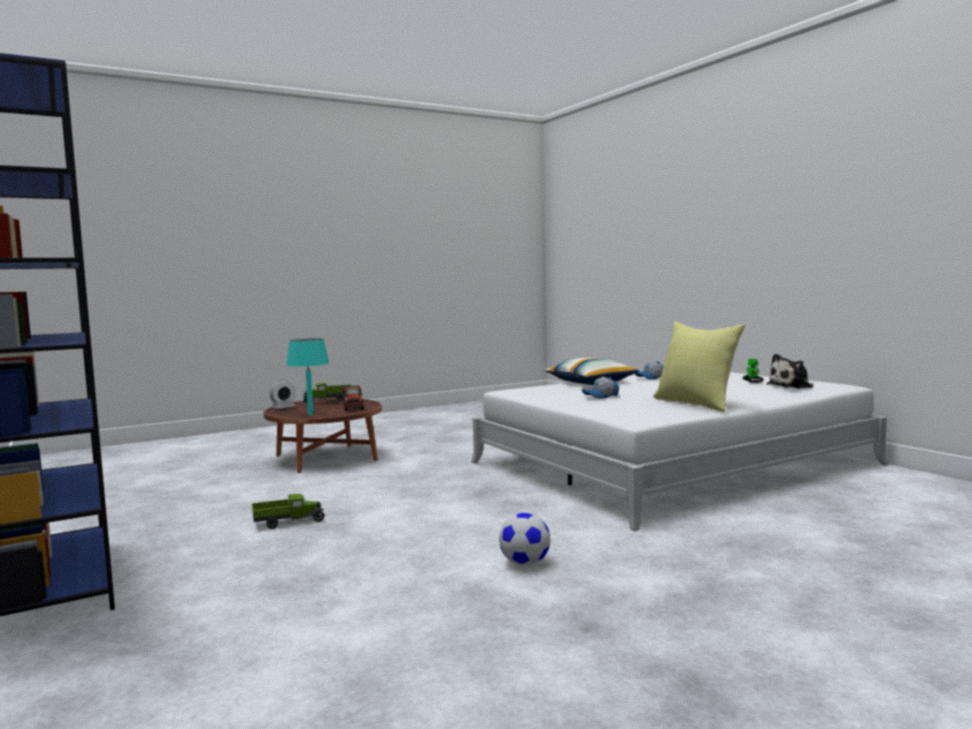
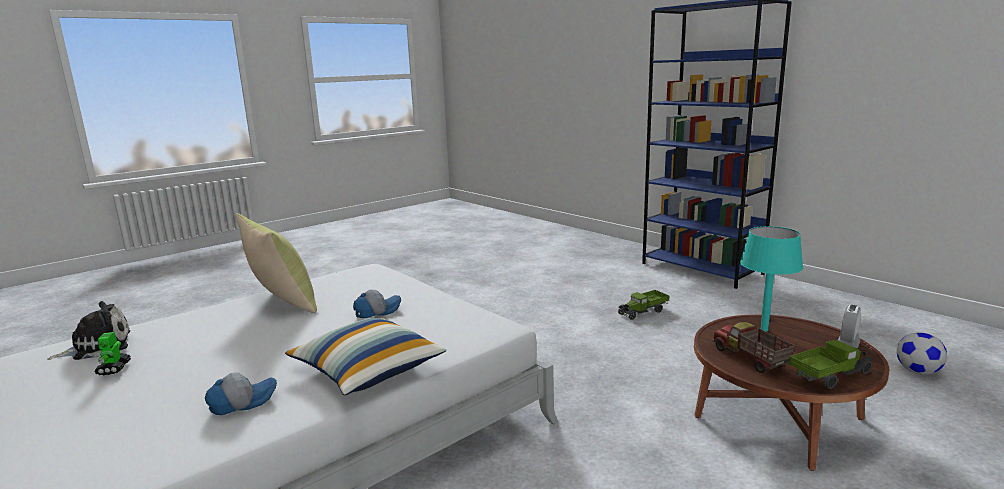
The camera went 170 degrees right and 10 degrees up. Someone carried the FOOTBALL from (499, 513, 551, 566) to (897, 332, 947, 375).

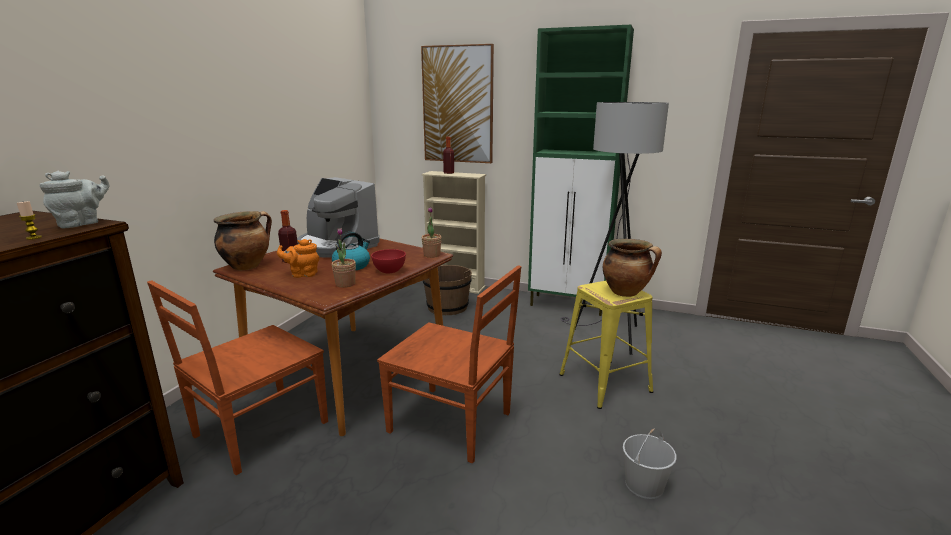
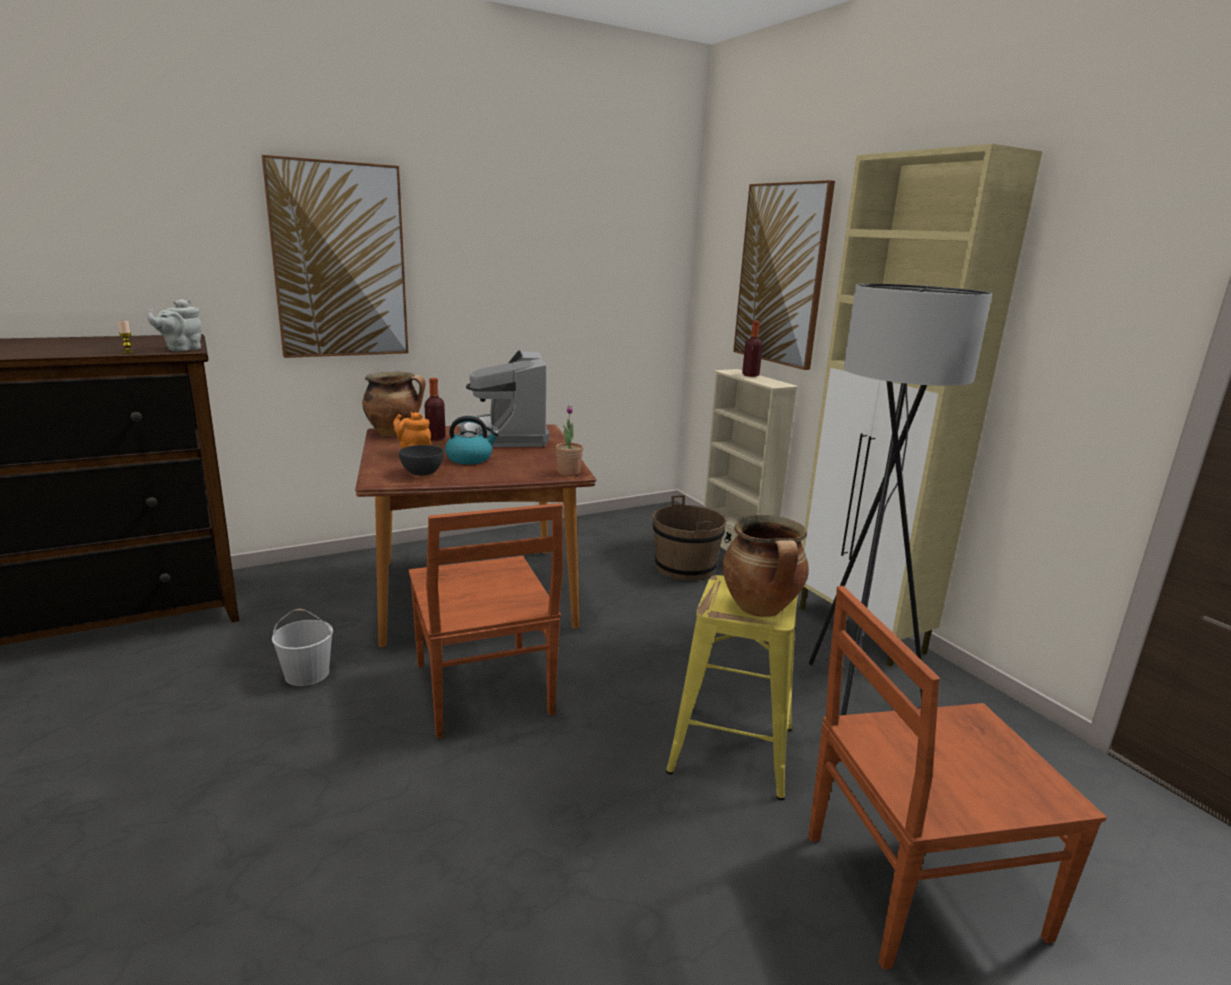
The camera went 40 degrees right and 0 degrees up. Someone rotated the GREY TEAPOT at (39, 171, 109, 228) by 135 degrees clockwise. Someone carried the BROWN CHAIR from (147, 280, 328, 475) to (808, 586, 1107, 970). Someone swapped the POTTED PLANT at (332, 228, 356, 288) for the GREY BOWL at (399, 445, 444, 476). Someone took away the RED BOWL at (371, 249, 406, 273). Someone repainted the GREEN CABINET at (528, 25, 634, 316), which became the BEIGE CABINET at (799, 144, 1042, 667). Someone carried the WHITE BUCKET from (623, 428, 677, 499) to (272, 609, 333, 686). Someone put up the PICTURE at (262, 155, 408, 358).

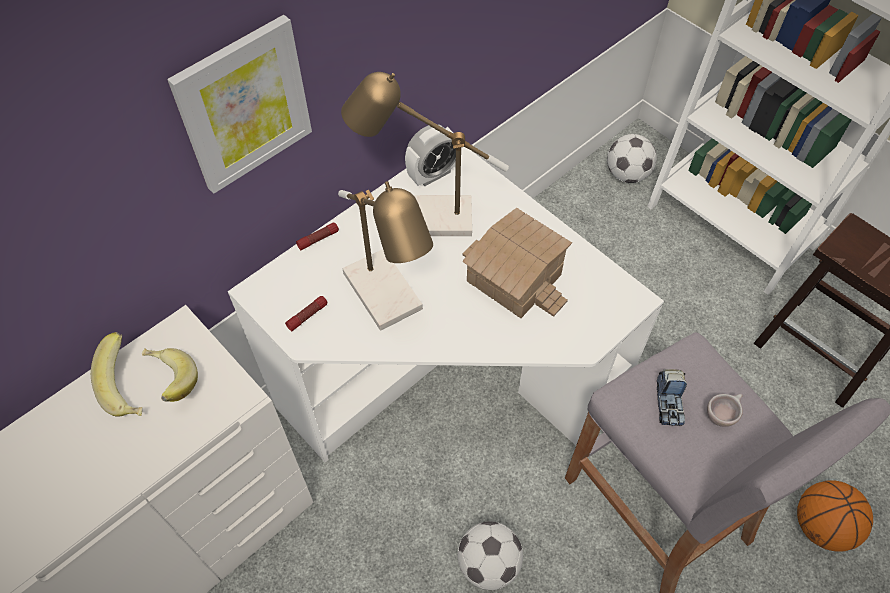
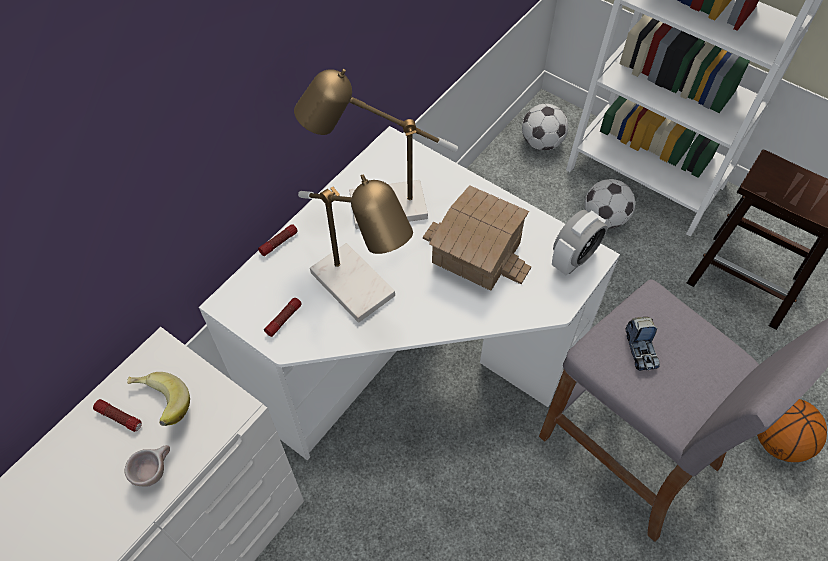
The camera went 10 degrees left and 0 degrees up. Someone swapped the BANANA at (91, 332, 142, 417) for the FLASHLIGHT at (93, 399, 142, 432). Someone took away the PICTURE at (167, 15, 312, 194). Someone carried the ALARM CLOCK from (405, 124, 456, 186) to (552, 210, 607, 275). Someone carried the FOOTBALL from (458, 521, 523, 590) to (585, 179, 635, 229). Someone carried the BEIGE CUP from (707, 394, 743, 427) to (124, 445, 170, 486).

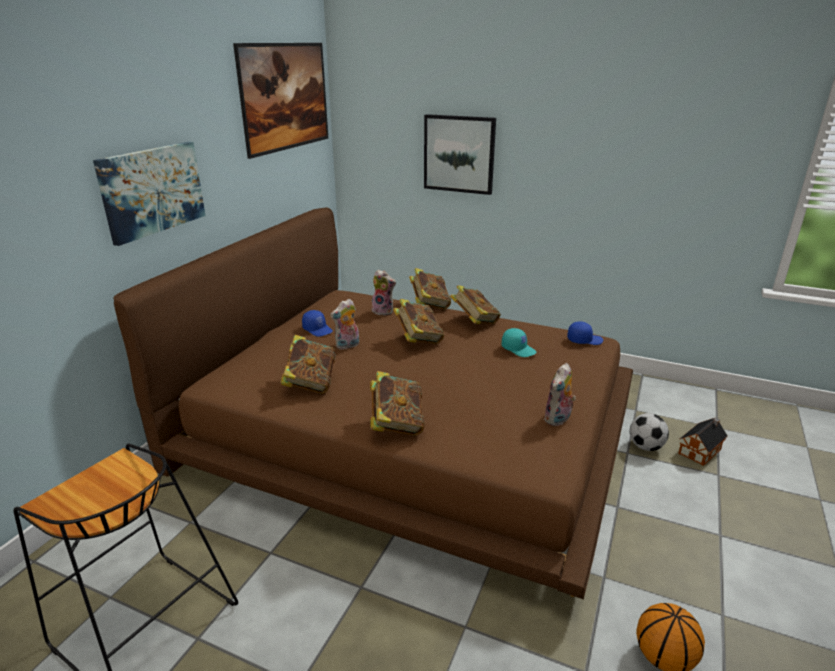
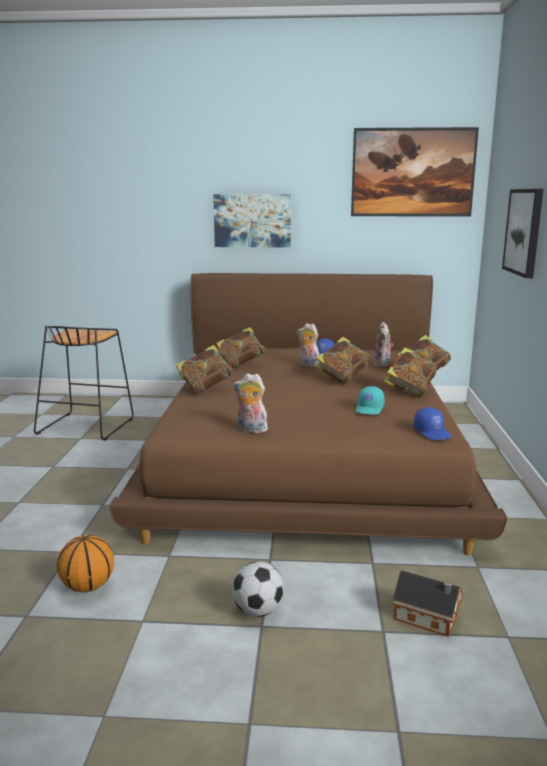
The camera went 70 degrees right and 10 degrees down. Someone carried the FOOTBALL from (630, 413, 669, 451) to (232, 561, 284, 617).

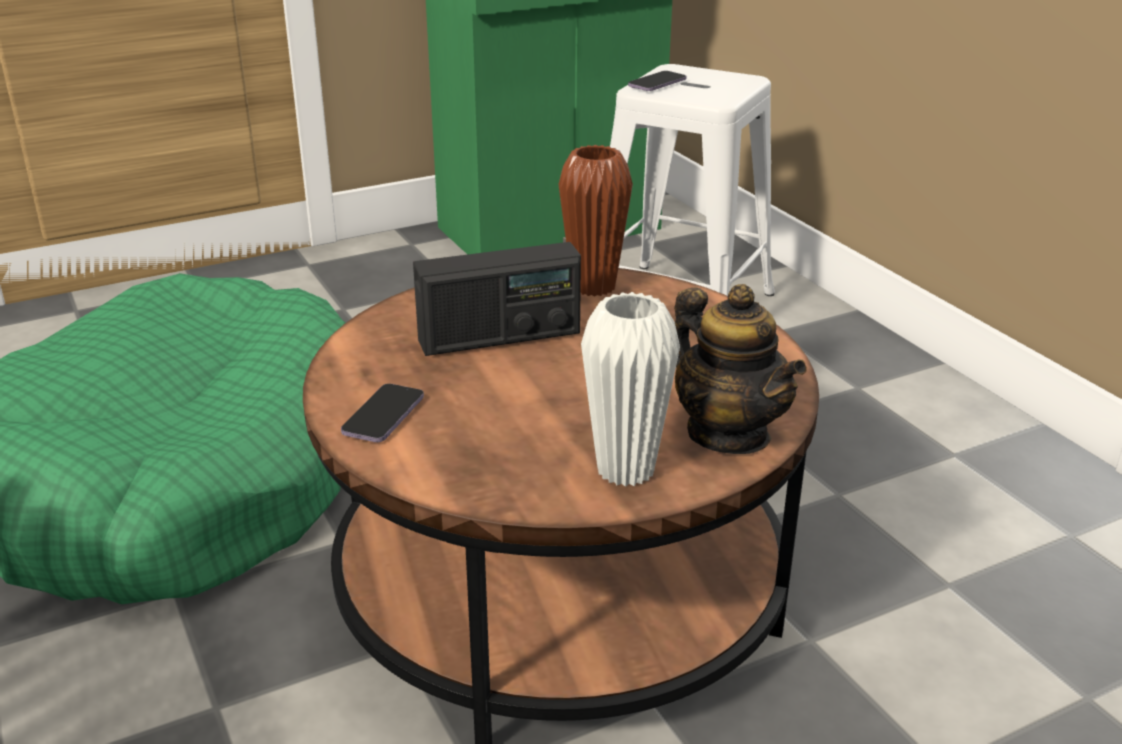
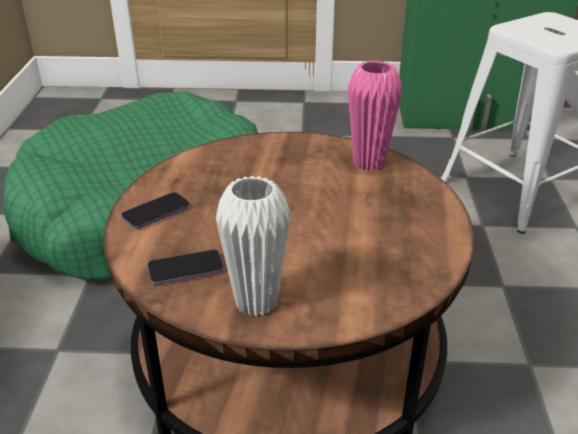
The camera went 30 degrees right and 5 degrees up. Someone took away the RADIO at (413, 242, 581, 356). Someone repainted the BROWN VASE at (558, 145, 633, 297), which became the PINK VASE at (348, 61, 402, 171). Someone carried the PHONE from (628, 71, 686, 91) to (148, 250, 224, 285). Someone took away the TEAPOT at (674, 284, 807, 454).

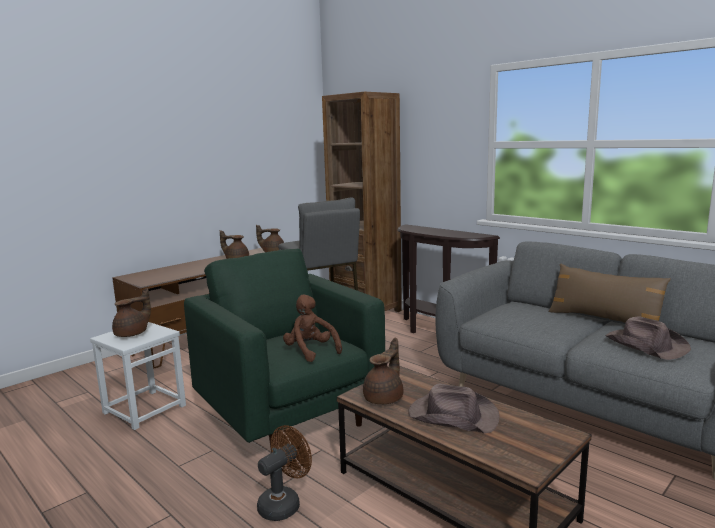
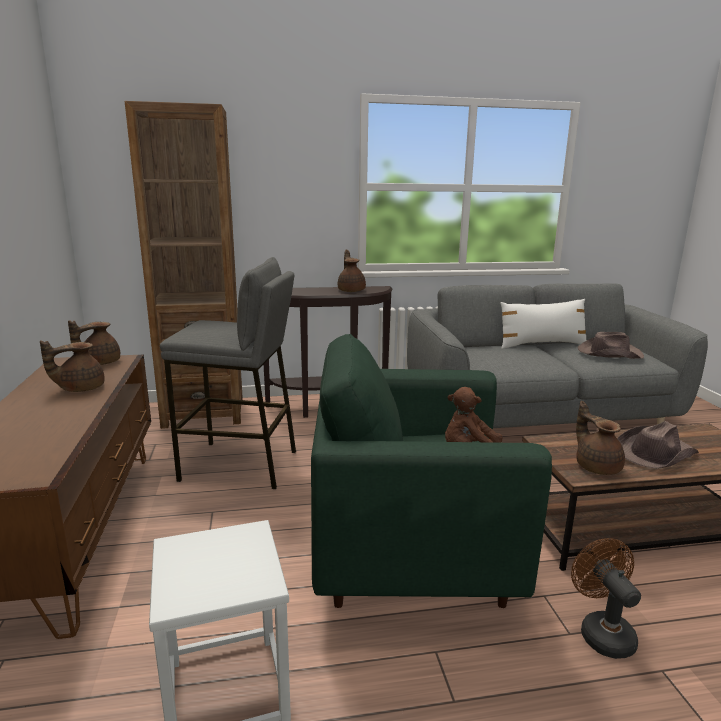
The camera went 55 degrees left and 5 degrees up. Someone carried the BROWN TEAPOT from (112, 288, 151, 337) to (338, 250, 366, 292). Someone repainted the BROWN PILLOW at (549, 264, 671, 323), which became the WHITE PILLOW at (500, 299, 587, 349).

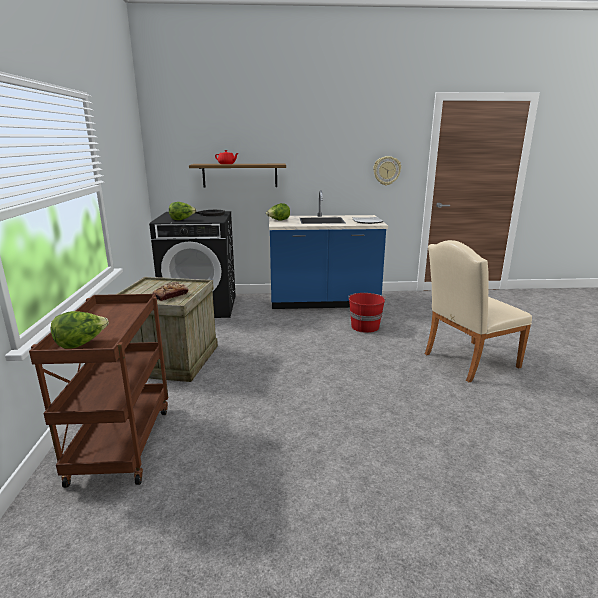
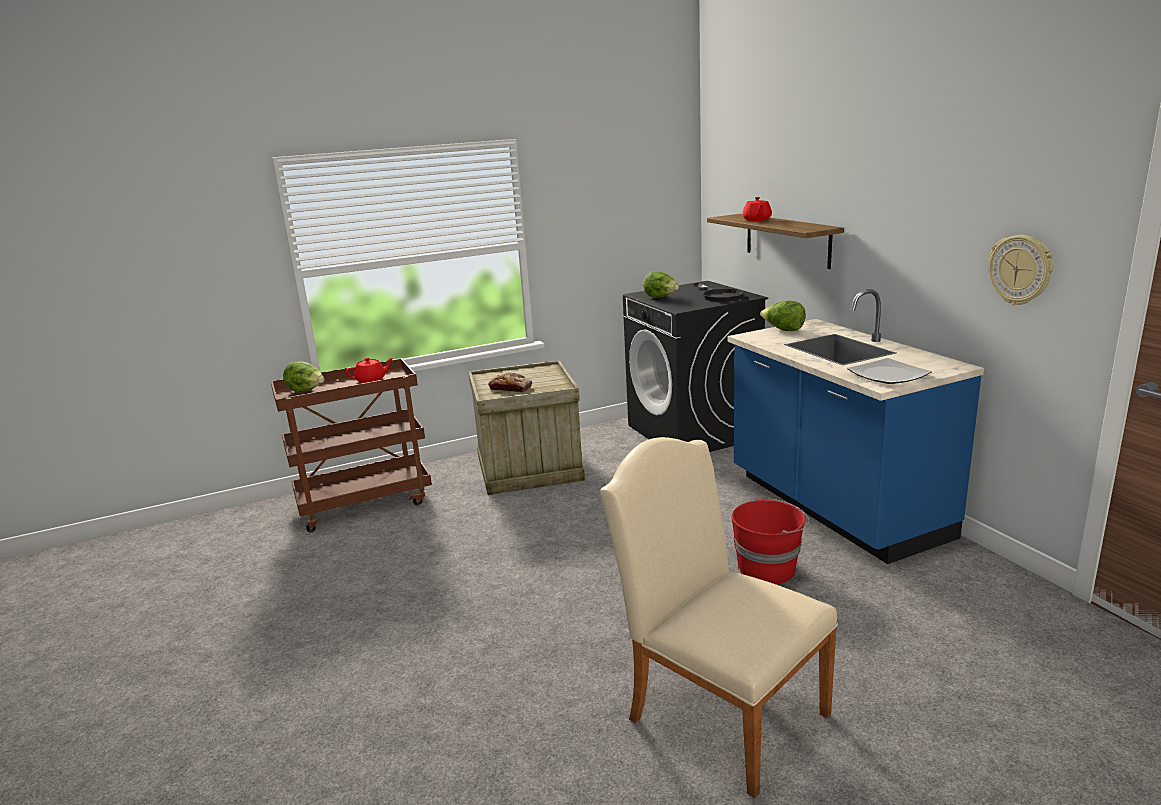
The camera went 70 degrees right and 0 degrees up. Someone put down the RED TEAPOT at (345, 357, 393, 383).

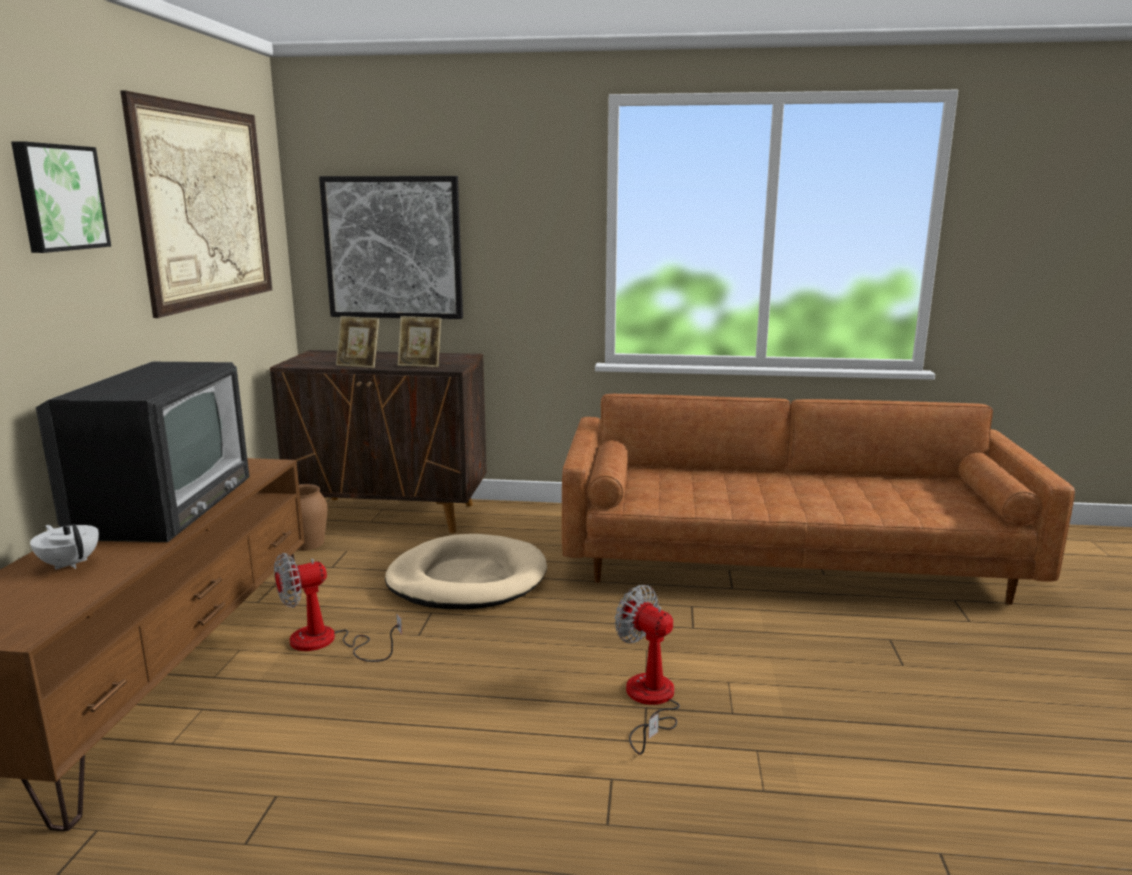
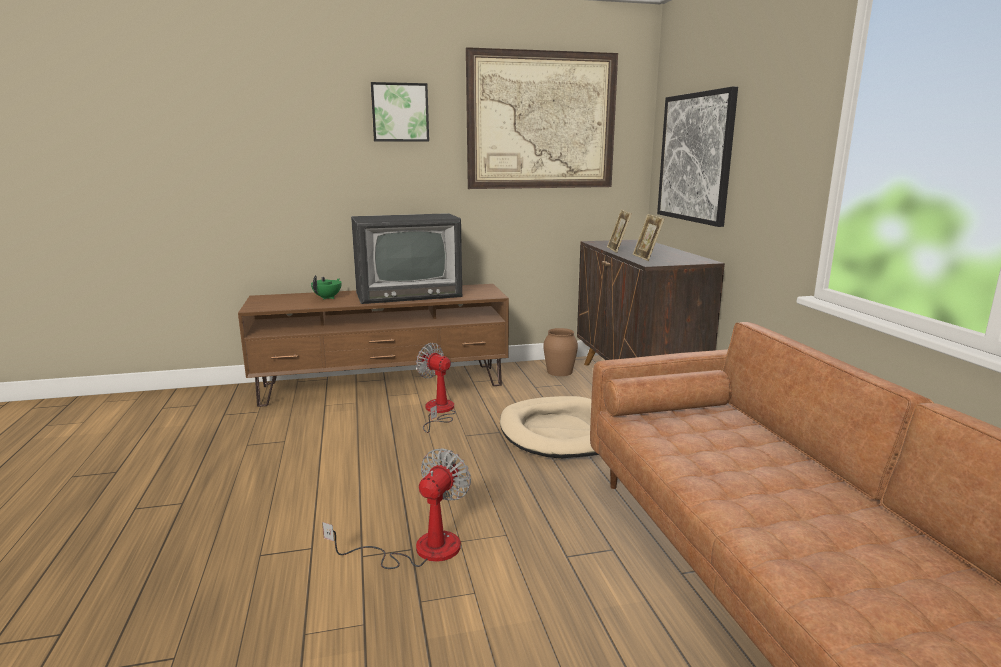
The camera went 70 degrees right and 0 degrees up. Someone repainted the WHITE TEAPOT at (30, 524, 99, 570), which became the GREEN TEAPOT at (311, 275, 342, 300).

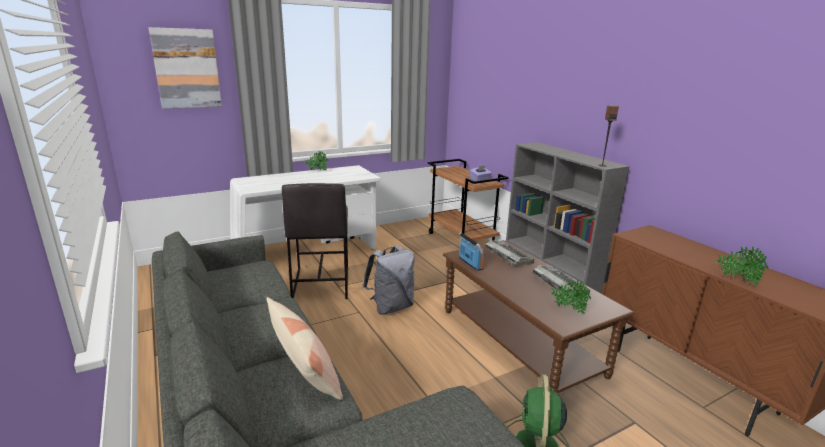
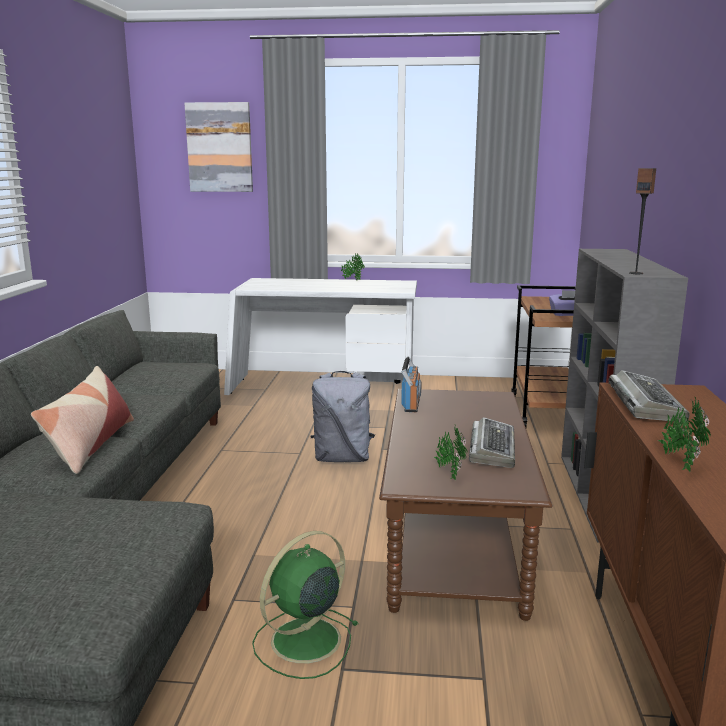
The camera went 35 degrees right and 5 degrees down. Someone took away the GREY STOOL at (282, 183, 348, 299). Someone carried the KEYBOARD from (485, 240, 534, 266) to (608, 370, 690, 422).

